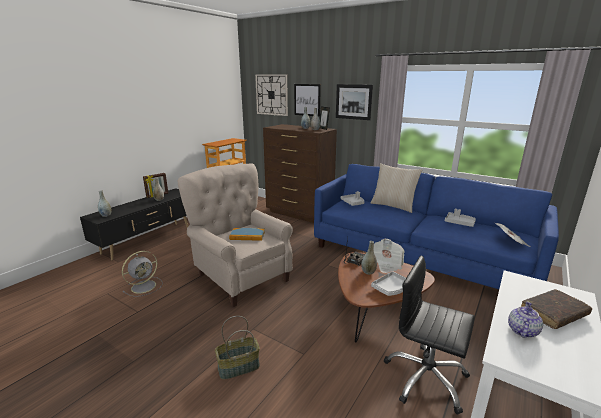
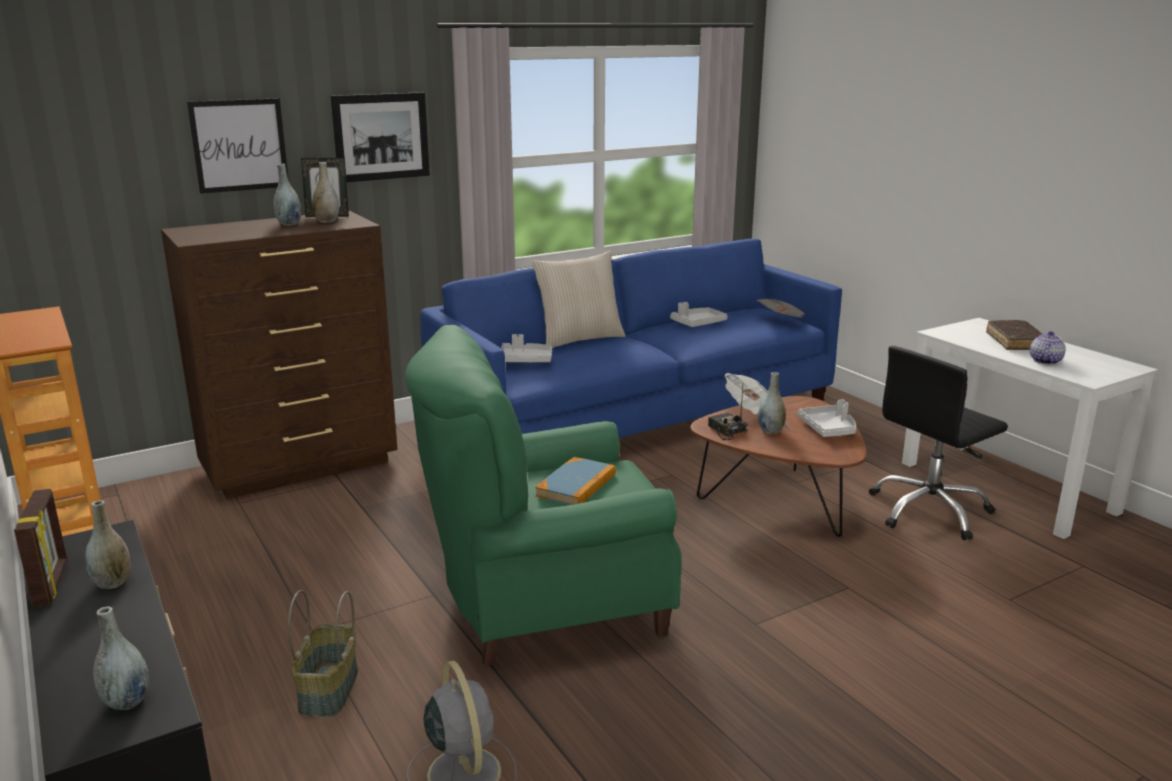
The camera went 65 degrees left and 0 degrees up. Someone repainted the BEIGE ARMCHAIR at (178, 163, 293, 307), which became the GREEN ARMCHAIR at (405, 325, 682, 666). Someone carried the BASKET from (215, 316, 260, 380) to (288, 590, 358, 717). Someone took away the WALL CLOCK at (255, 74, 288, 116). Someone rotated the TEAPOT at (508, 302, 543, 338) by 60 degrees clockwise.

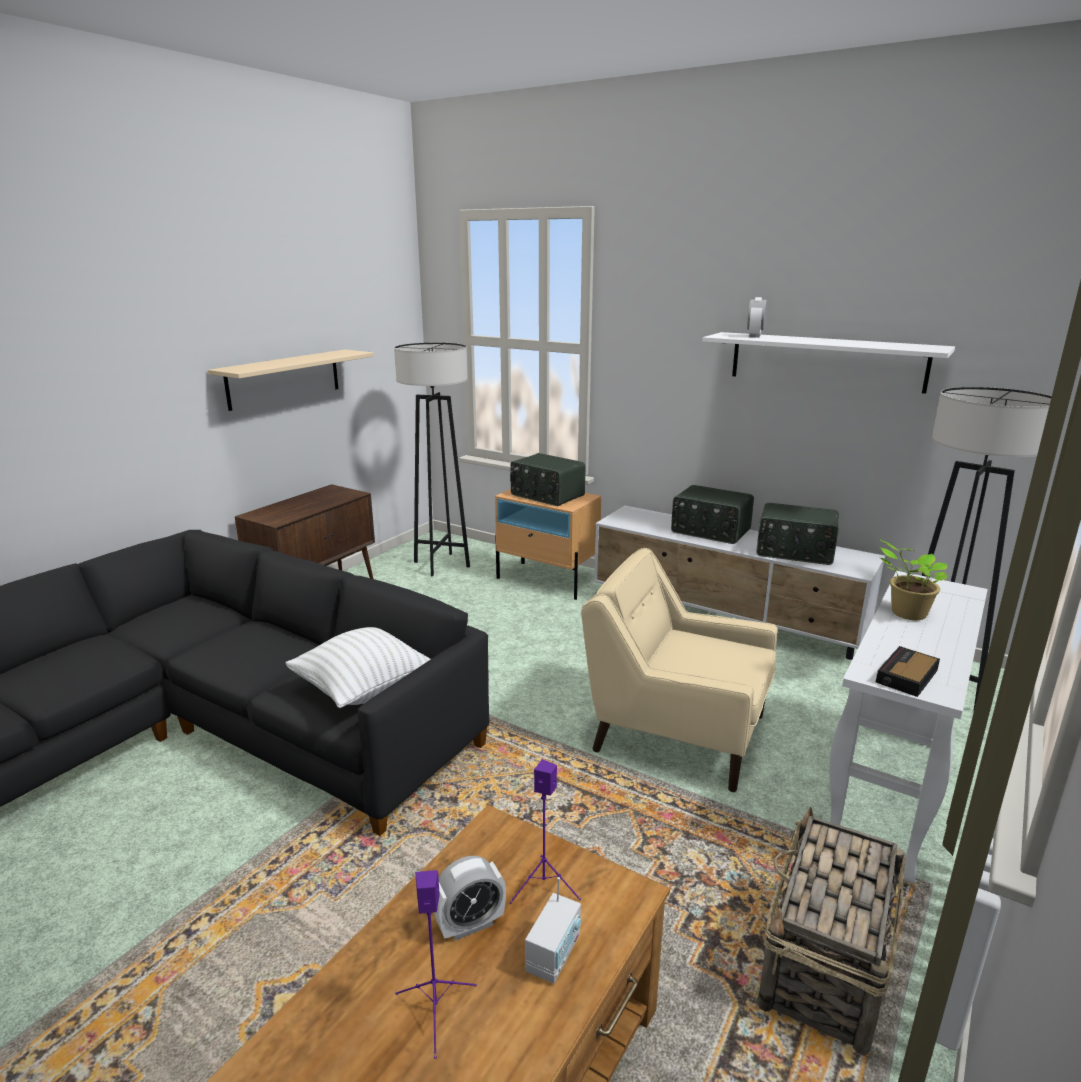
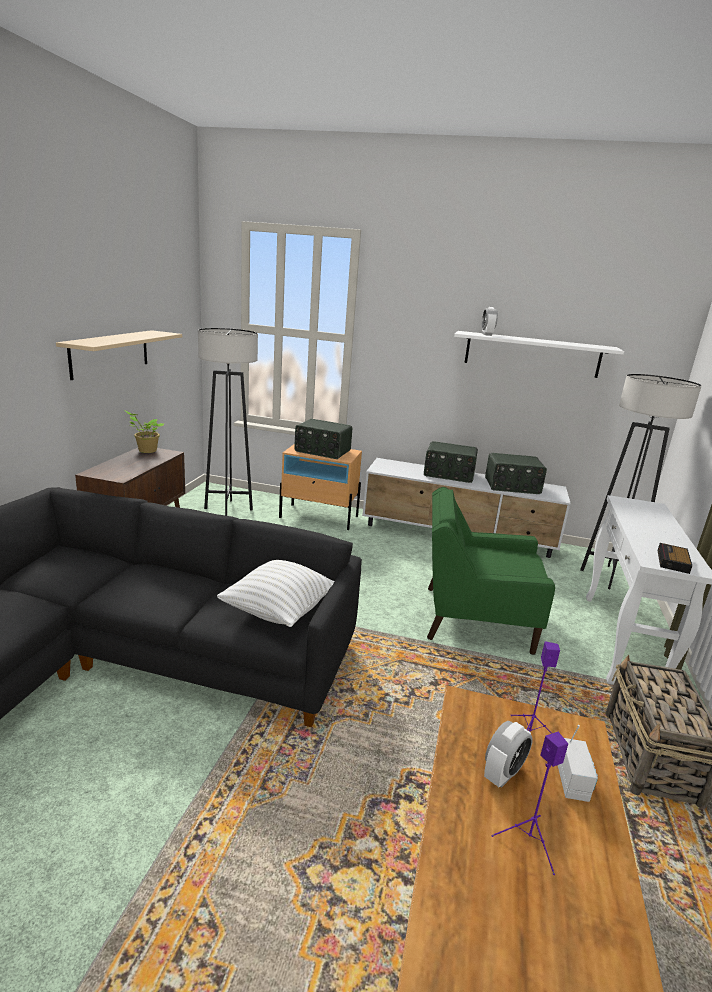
The camera went 20 degrees left and 0 degrees up. Someone repainted the BEIGE ARMCHAIR at (581, 548, 778, 792), which became the GREEN ARMCHAIR at (427, 487, 555, 655). Someone carried the POTTED PLANT from (880, 540, 948, 620) to (124, 410, 164, 453).

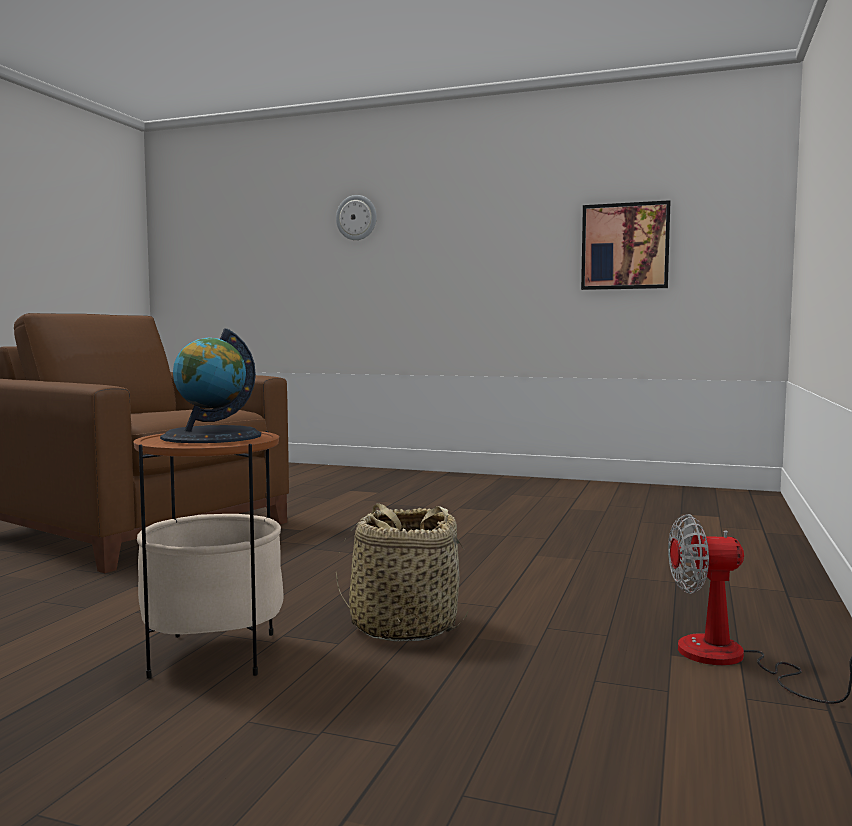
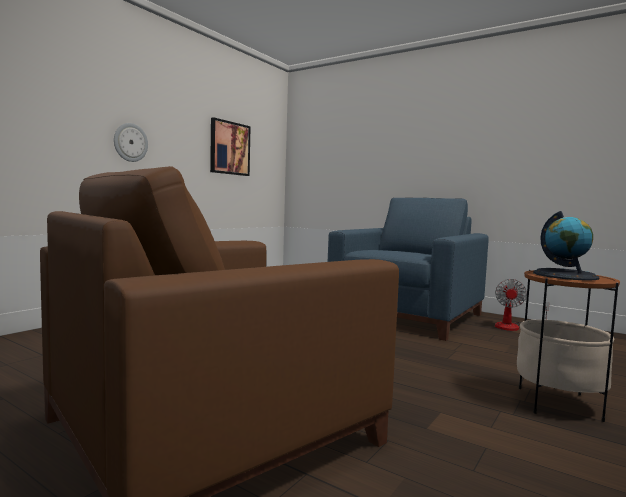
The camera went 75 degrees left and 0 degrees up. Someone carried the WALL CLOCK from (336, 195, 377, 240) to (114, 123, 148, 162). Someone took away the BASKET at (336, 503, 469, 641). Someone put down the BLUE ARMCHAIR at (328, 198, 489, 341).

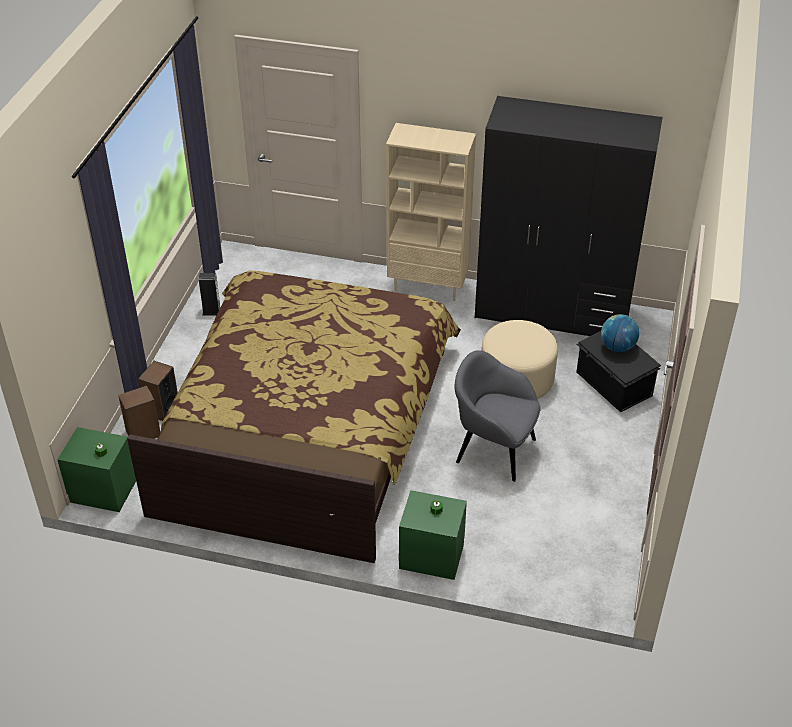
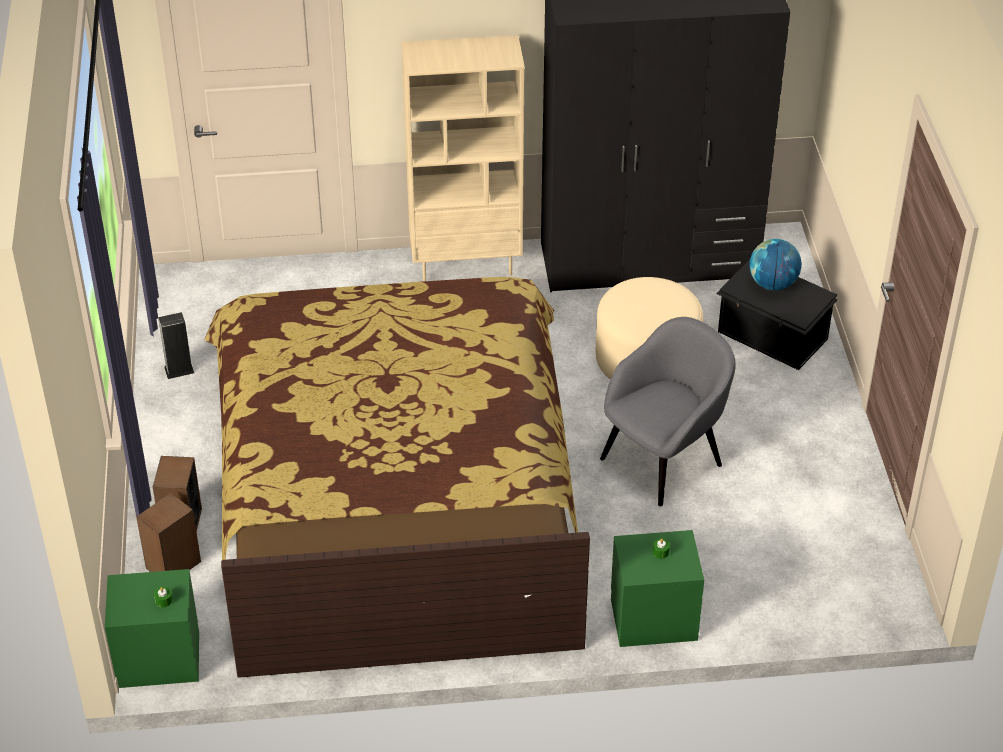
The camera went 20 degrees left and 0 degrees up. Someone rotated the GREY ARMCHAIR at (455, 350, 541, 482) by 135 degrees clockwise.

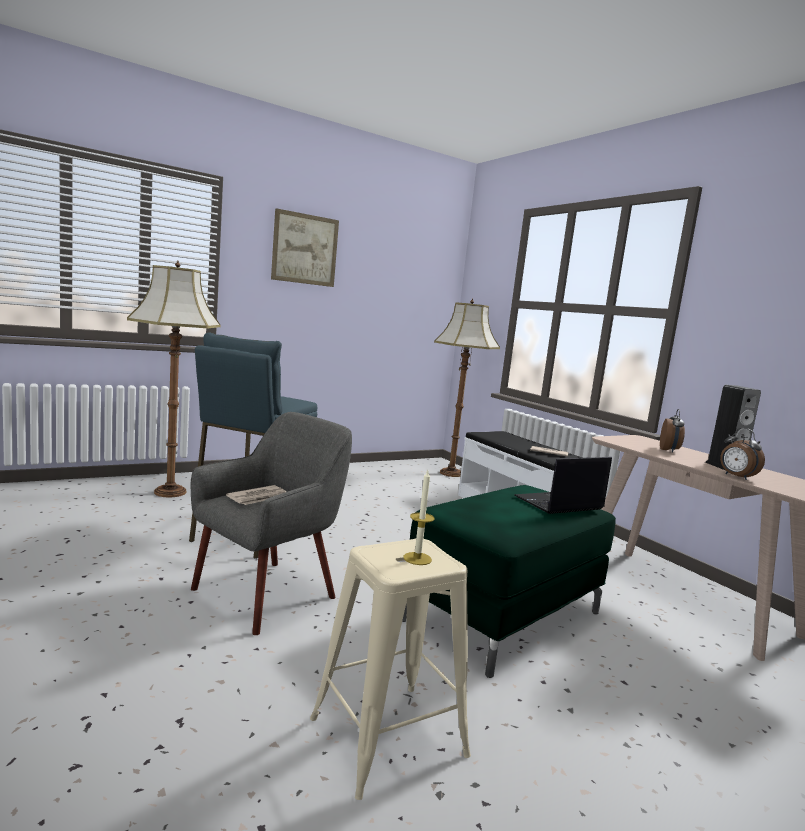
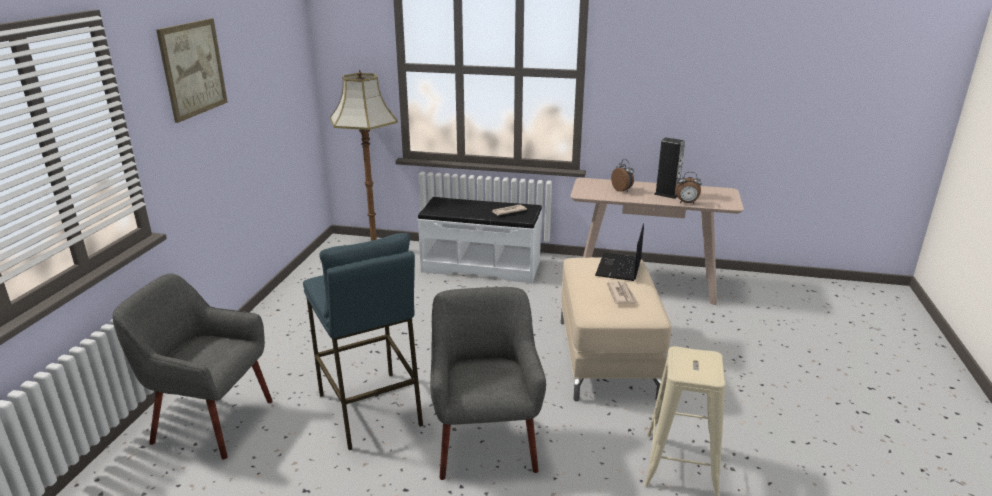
The camera went 45 degrees left and 15 degrees up. Someone swapped the FLOOR LAMP at (127, 260, 221, 497) for the GREY ARMCHAIR at (112, 273, 273, 459). Someone carried the NEWSPAPER from (226, 485, 287, 505) to (607, 281, 638, 304). Someone repainted the GREEN OTTOMAN at (402, 485, 616, 678), which became the BEIGE OTTOMAN at (561, 258, 671, 401). Someone took away the CANDLE at (403, 470, 435, 565).

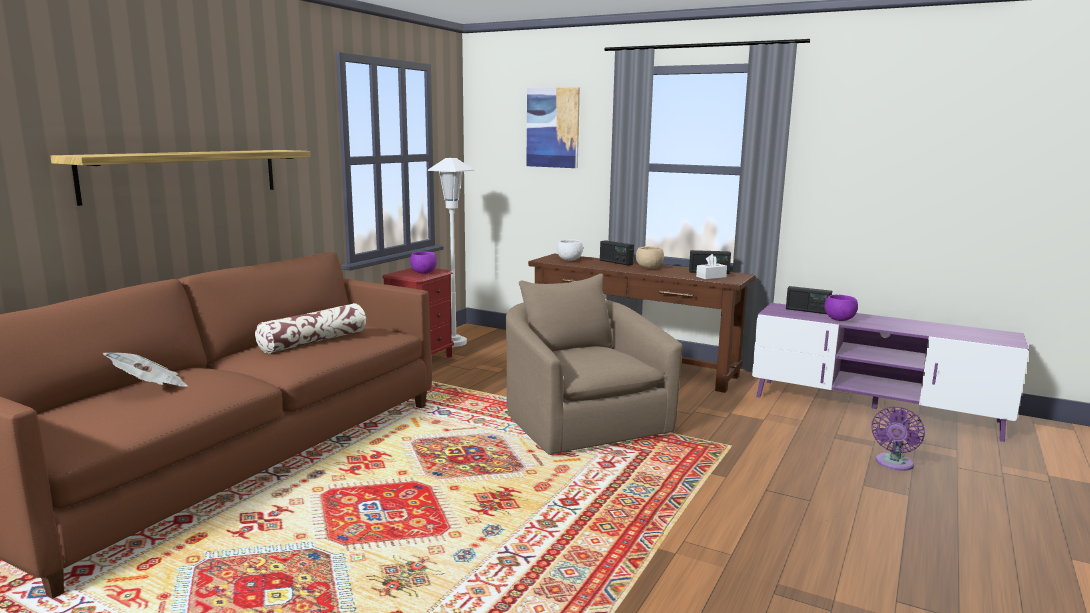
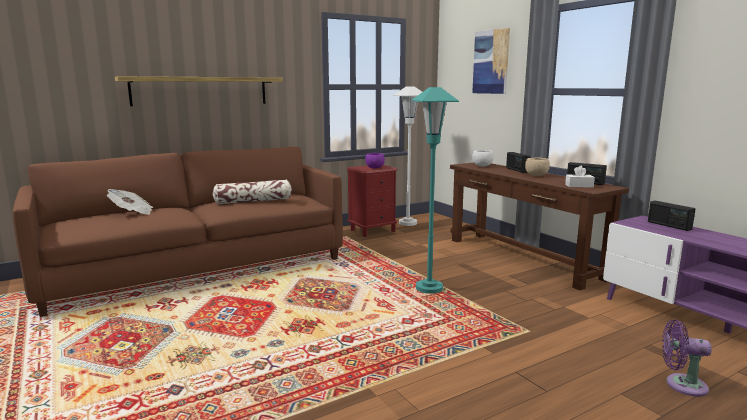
The camera went 30 degrees right and 0 degrees up. Someone swapped the BEIGE ARMCHAIR at (506, 274, 683, 455) for the TURQUOISE FLOOR LAMP at (412, 87, 459, 294). Someone took away the PURPLE BOWL at (824, 295, 858, 321). Someone rotated the PURPLE FAN at (871, 406, 925, 471) by 45 degrees clockwise.

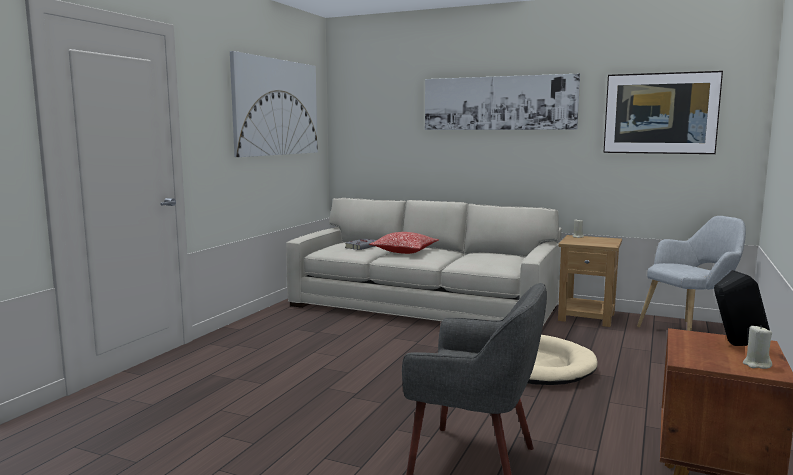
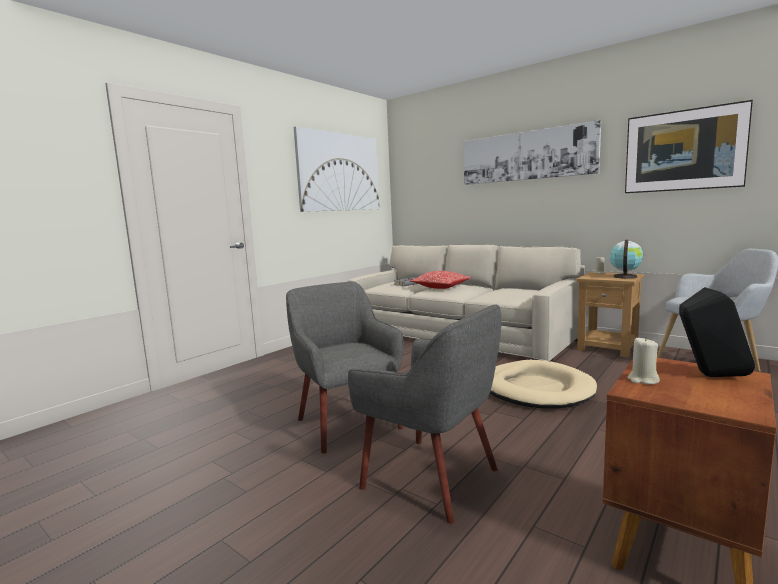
The camera went 15 degrees right and 0 degrees up. Someone carried the BEIGE CANDLE from (743, 325, 772, 369) to (628, 337, 660, 384). Someone put down the GREY ARMCHAIR at (286, 282, 404, 454). Someone put down the GLOBE at (610, 240, 643, 279).

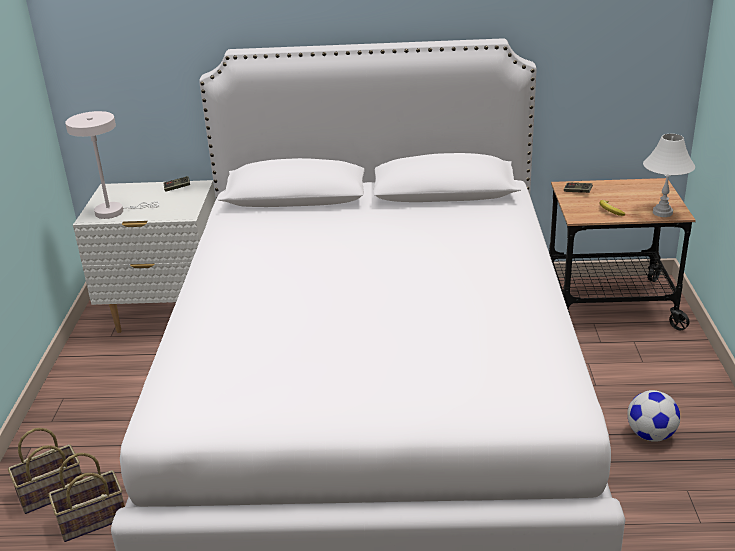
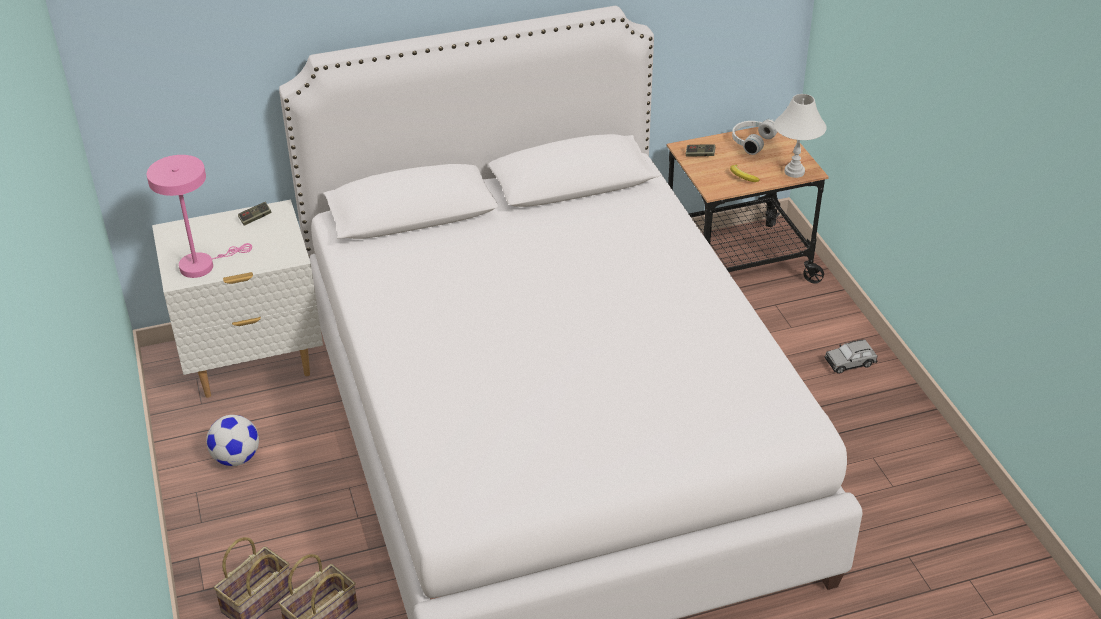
The camera went 20 degrees left and 10 degrees up. Someone repainted the WHITE TABLE LAMP at (65, 111, 160, 219), which became the PINK TABLE LAMP at (147, 155, 252, 278). Someone carried the FOOTBALL from (627, 390, 680, 442) to (206, 415, 259, 466). Someone put down the WHITE HEADPHONES at (732, 119, 777, 155). Someone put down the GREY TOY CAR at (825, 339, 878, 374).

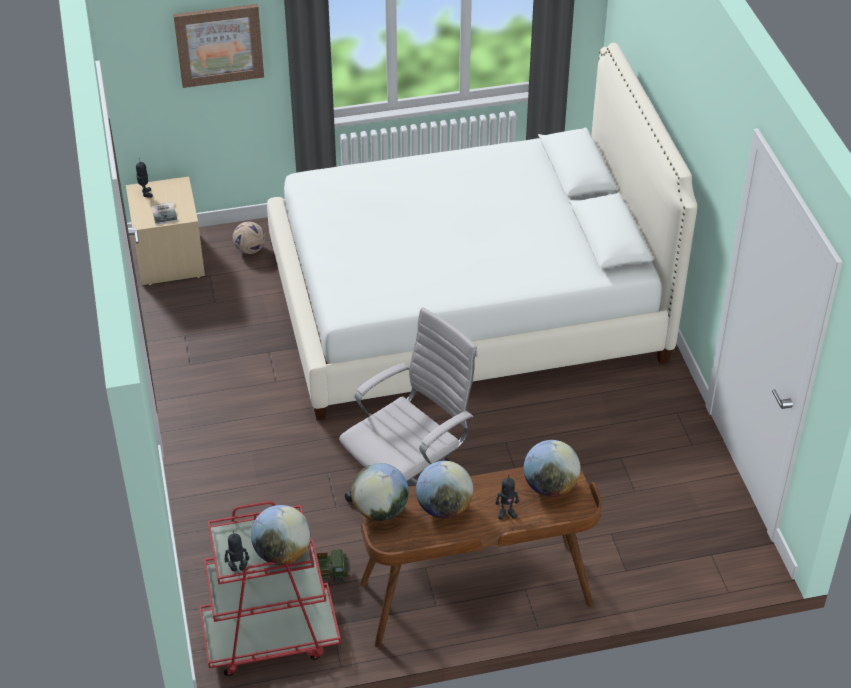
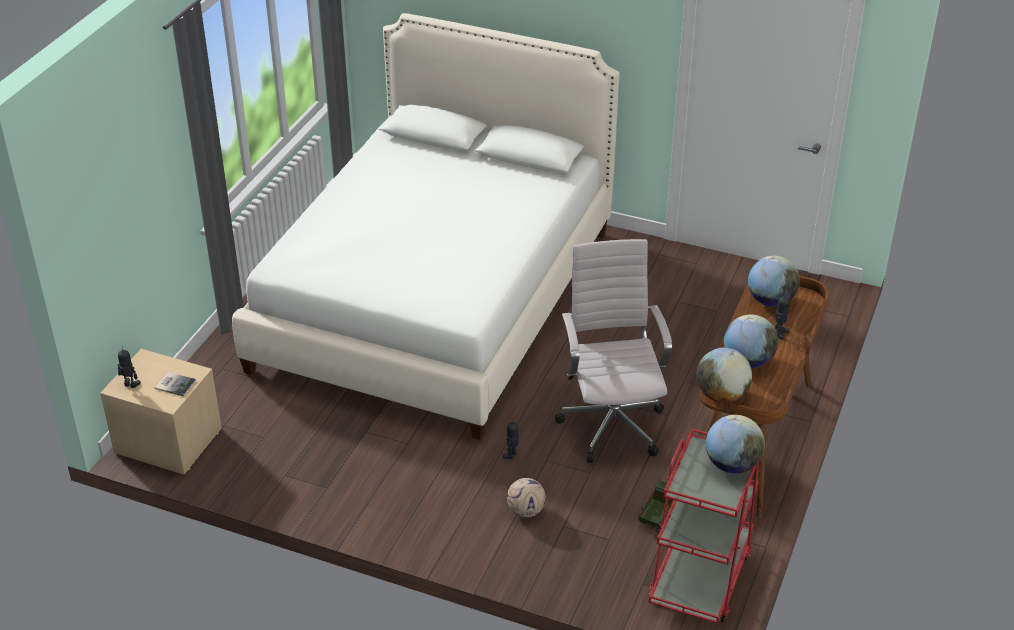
The camera went 55 degrees left and 5 degrees down. Someone took away the PICTURE at (173, 4, 264, 88). Someone carried the TOY ROBOT from (224, 531, 249, 571) to (503, 418, 519, 459). Someone carried the FOOTBALL from (233, 222, 265, 254) to (507, 478, 546, 517).

